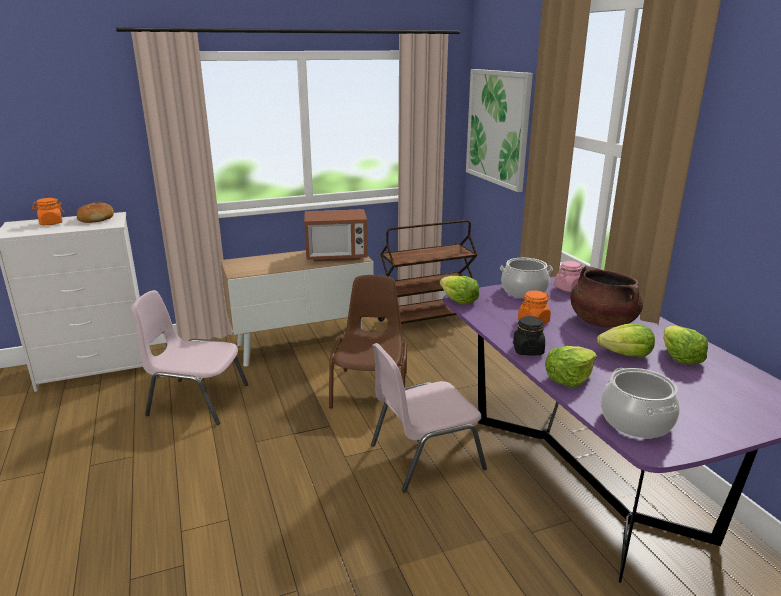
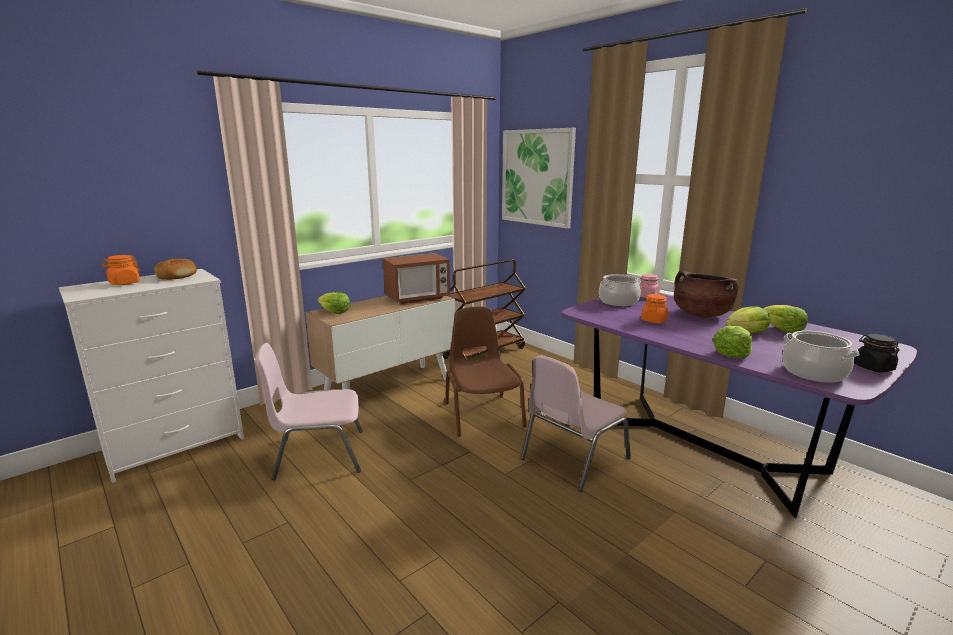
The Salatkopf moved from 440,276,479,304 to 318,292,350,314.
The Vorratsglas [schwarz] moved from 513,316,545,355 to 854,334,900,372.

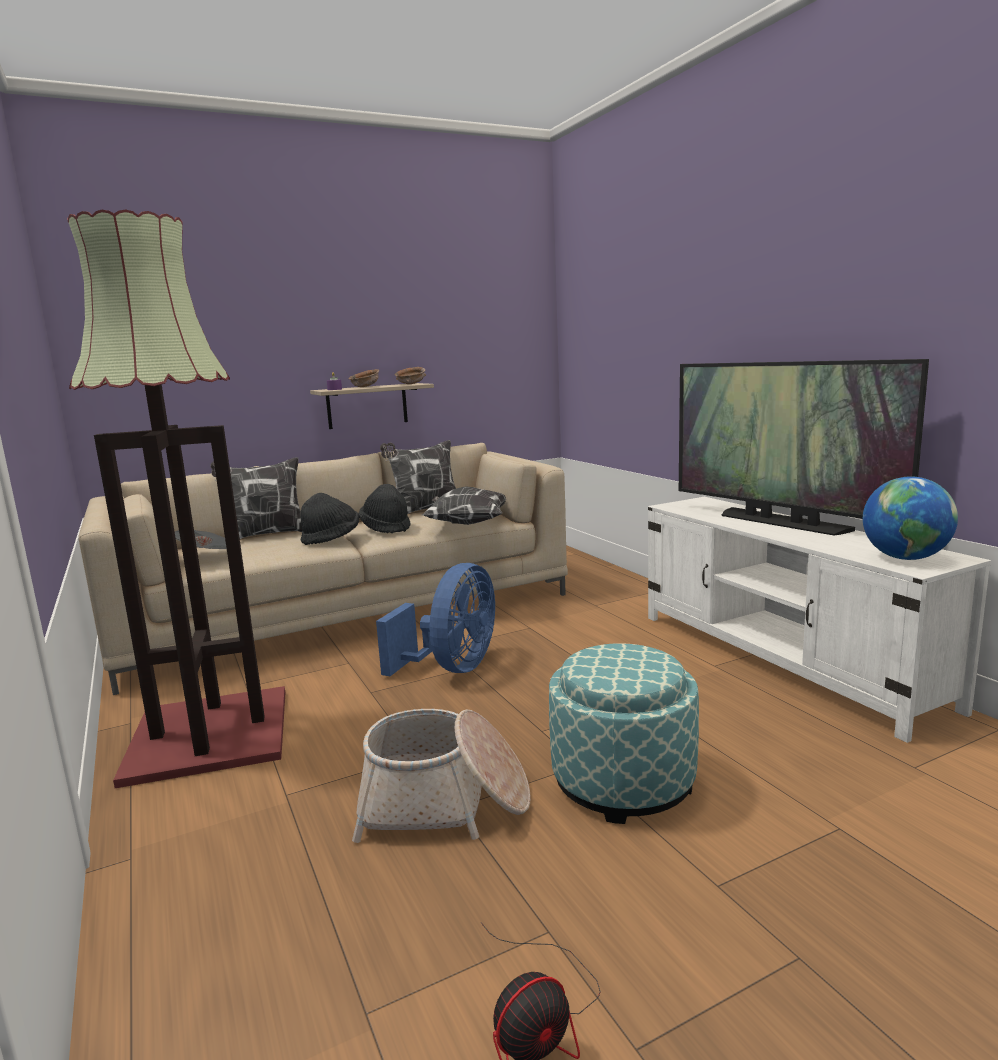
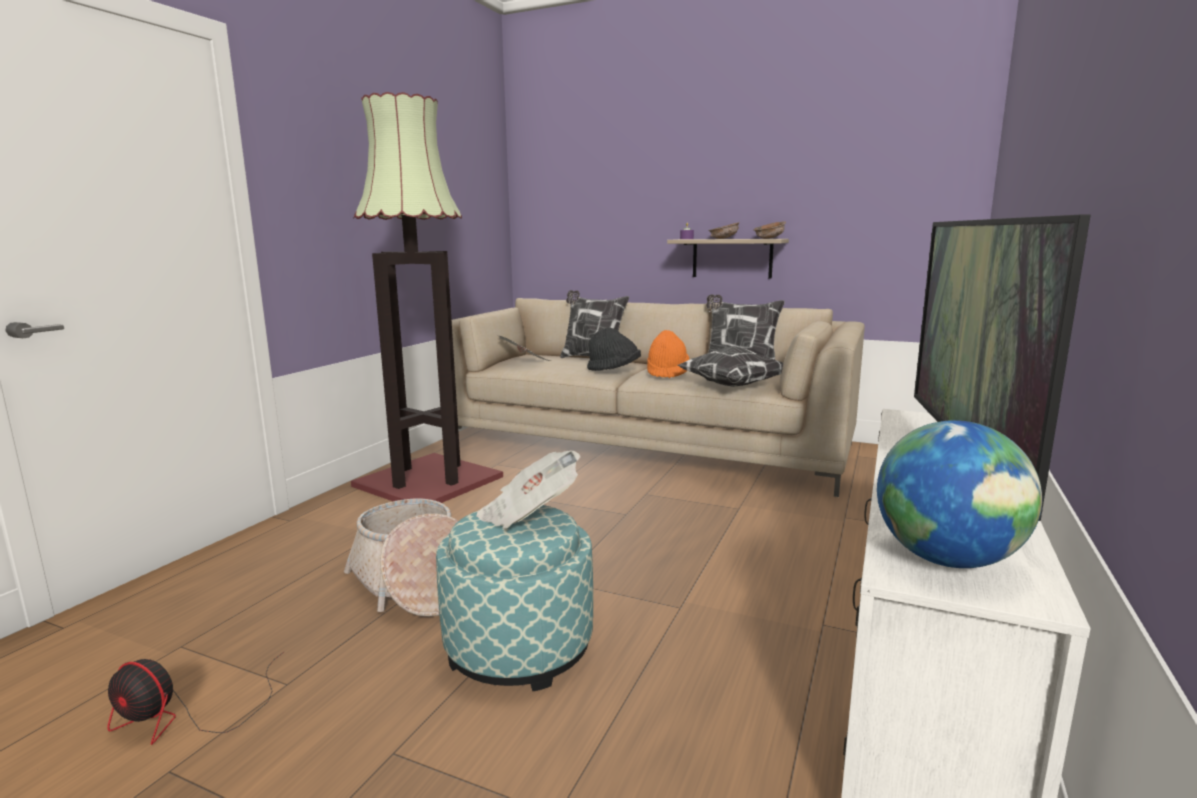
The Hut [schwarz] at 359,484,410,534 became the Hut [orange] at 647,330,689,378.
The Ventilator [blau] at 376,563,495,676 disappeared.
The Zeitung at 476,451,581,529 appeared.

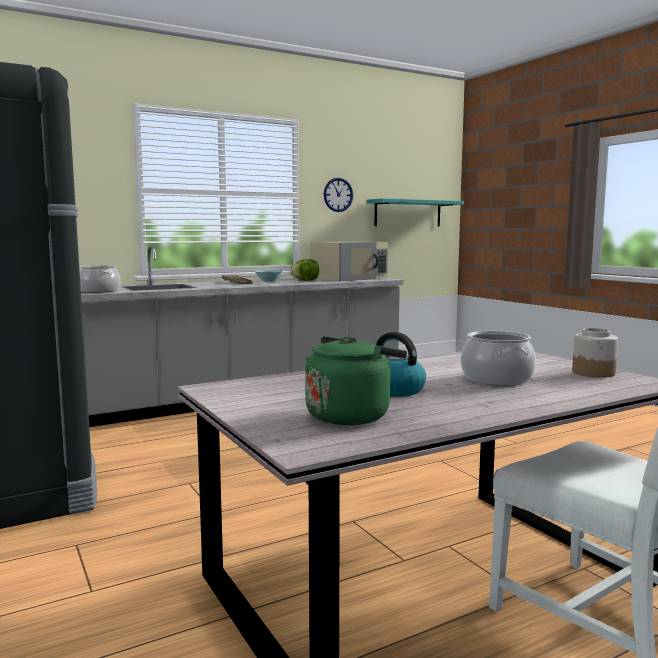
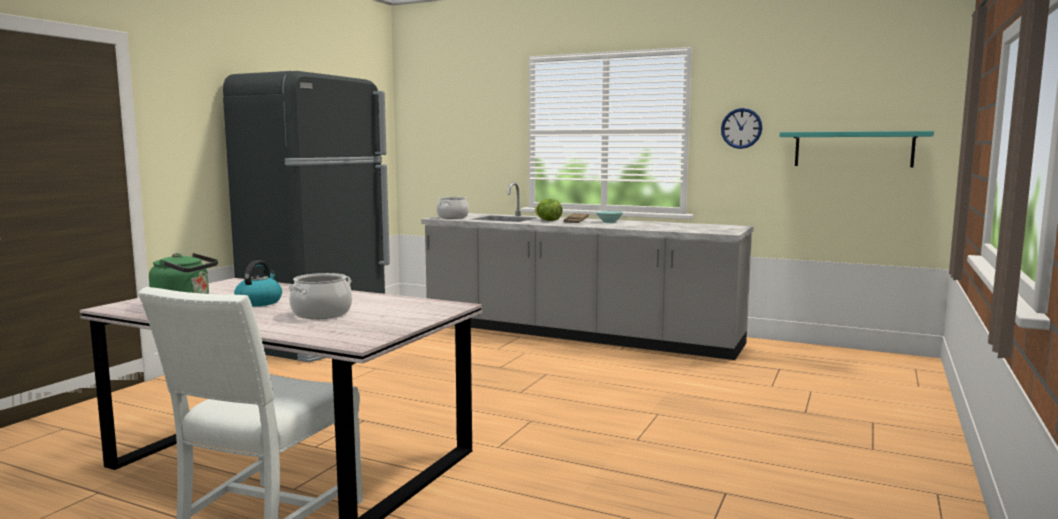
The Mikrowelle [beige] at 310,241,388,282 disappeared.
The Salatkopf moved from 290,259,319,281 to 535,199,563,221.
The Vorratsglas at 572,328,618,378 disappeared.

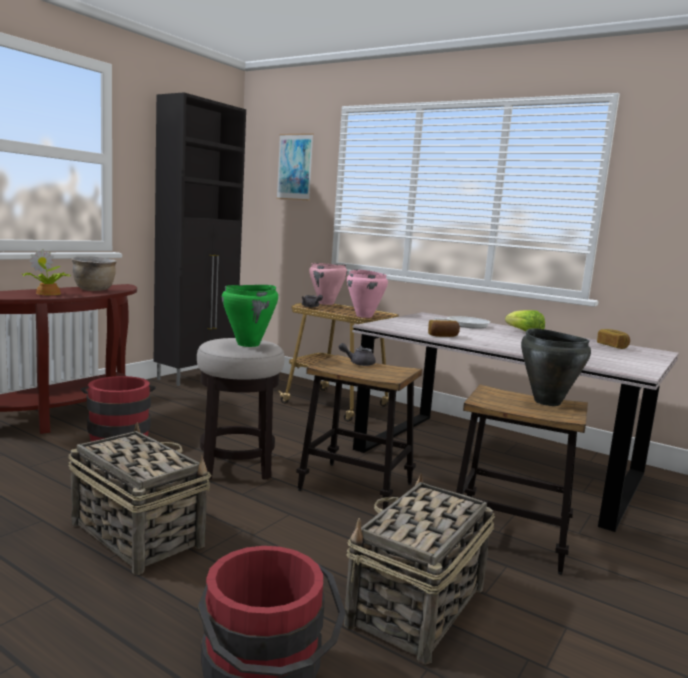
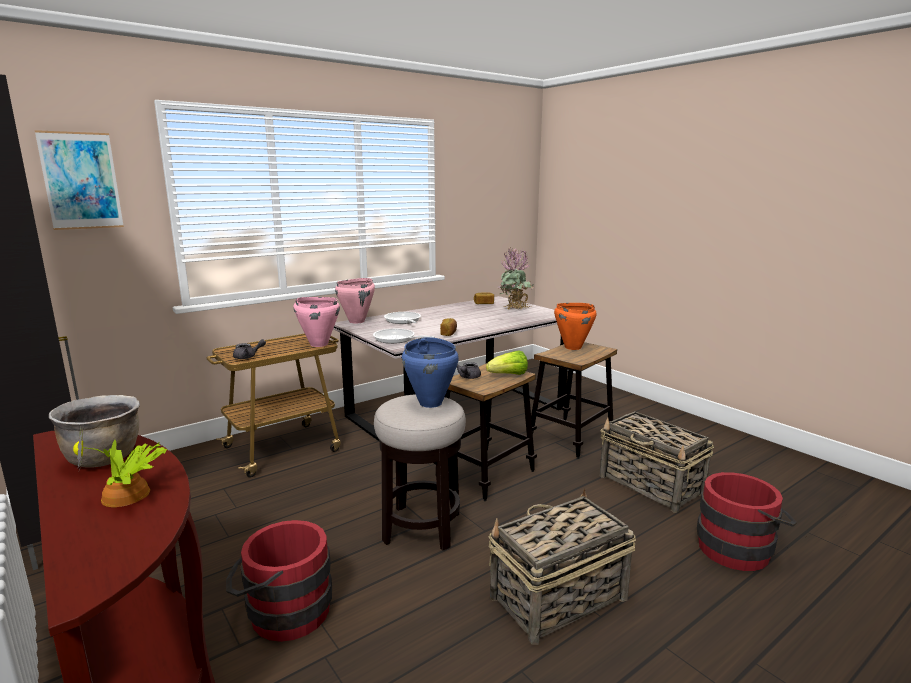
The Kochtopf [rosa] moved from 309,263,347,305 to 335,278,375,324.
The Kochtopf [grün] at 222,285,278,347 became the Kochtopf [blau] at 402,337,459,408.
The Salatkopf moved from 505,310,545,331 to 486,350,528,375.
The Kochtopf [schwarz] at 521,328,591,406 became the Kochtopf [orange] at 554,303,596,350.
The Topfpflanze at 498,248,534,310 appeared.
The Pfanne at 373,329,435,344 appeared.

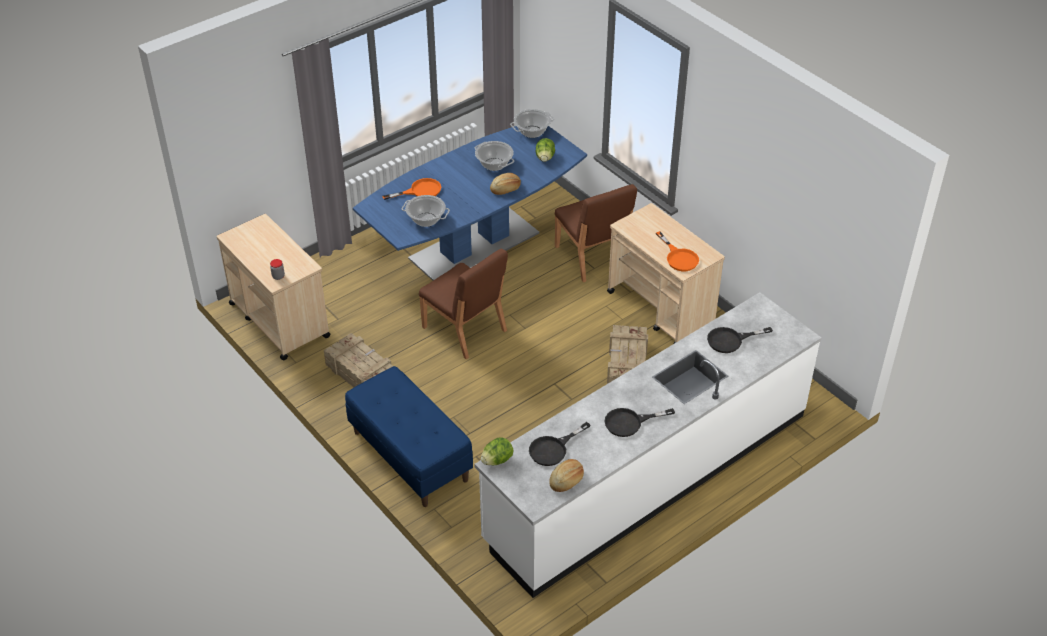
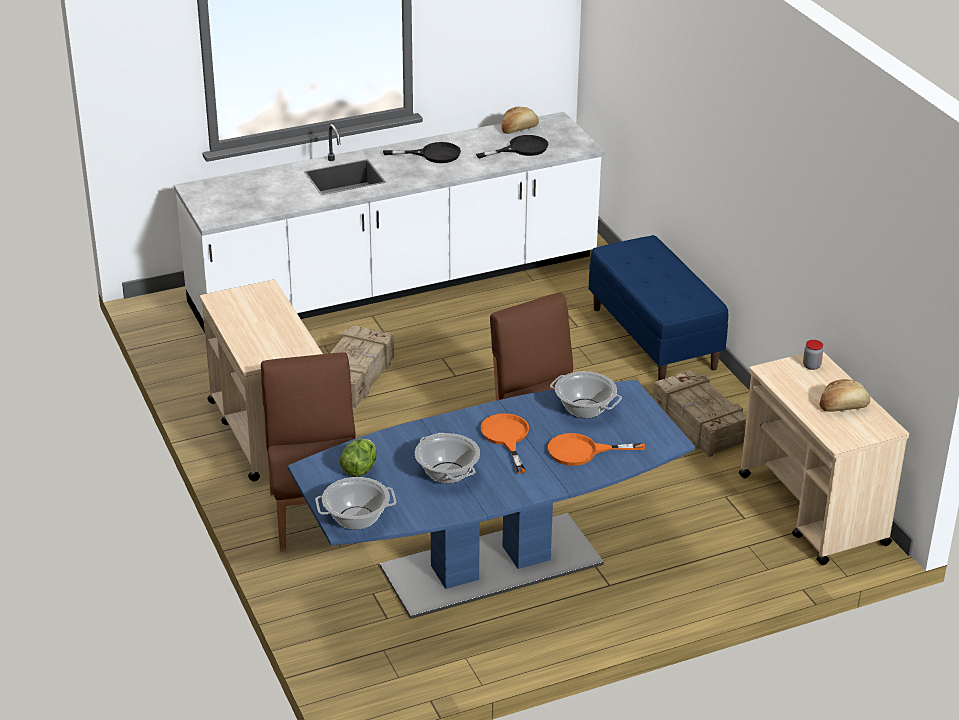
The Brot moved from 490,173,521,195 to 819,379,870,412.
The Pfanne [orange] moved from 656,231,699,271 to 480,413,529,473.
The Pfanne [schwarz] at 707,327,773,353 disappeared.
The Salatkopf at 481,437,514,465 disappeared.

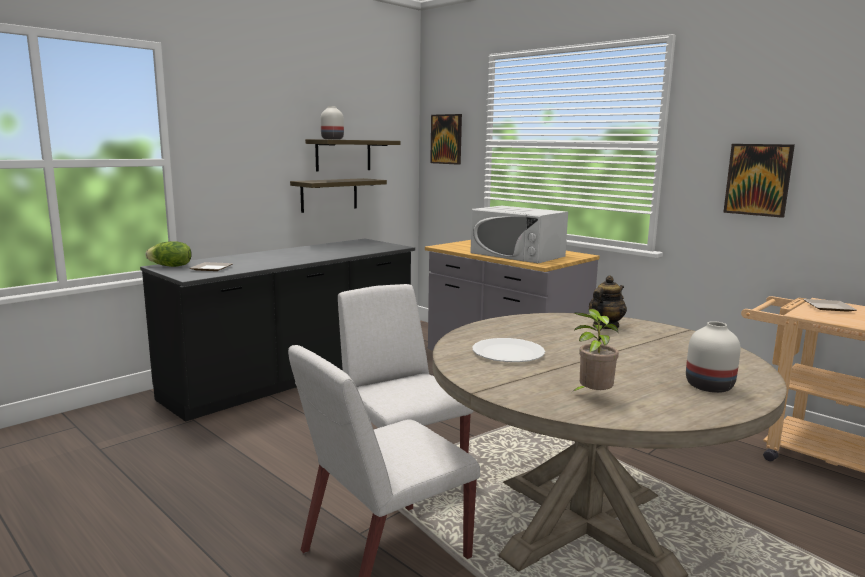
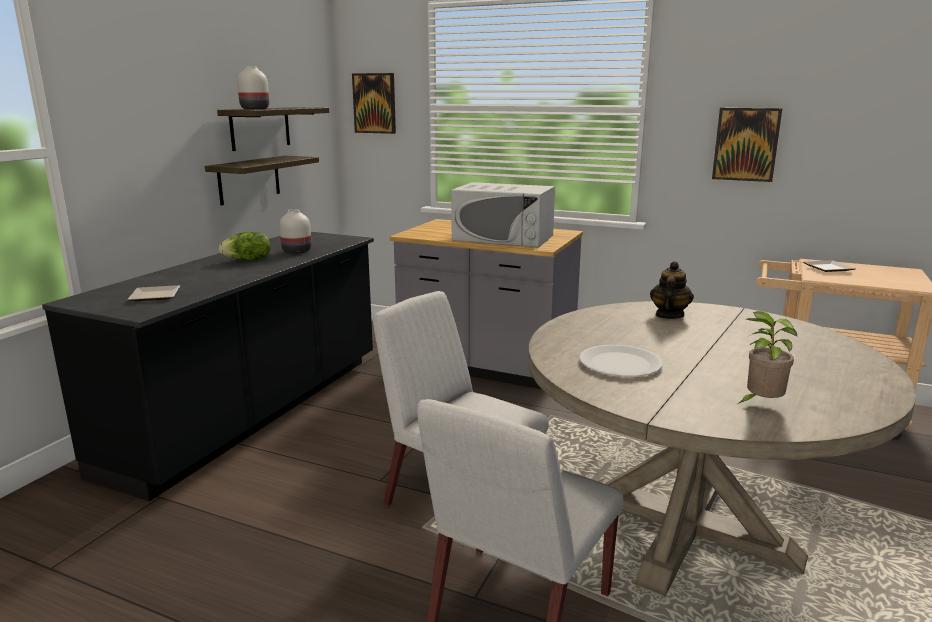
The Salatkopf moved from 146,241,192,267 to 219,231,271,260.
The Vase [weiß] moved from 686,321,741,393 to 279,209,311,254.

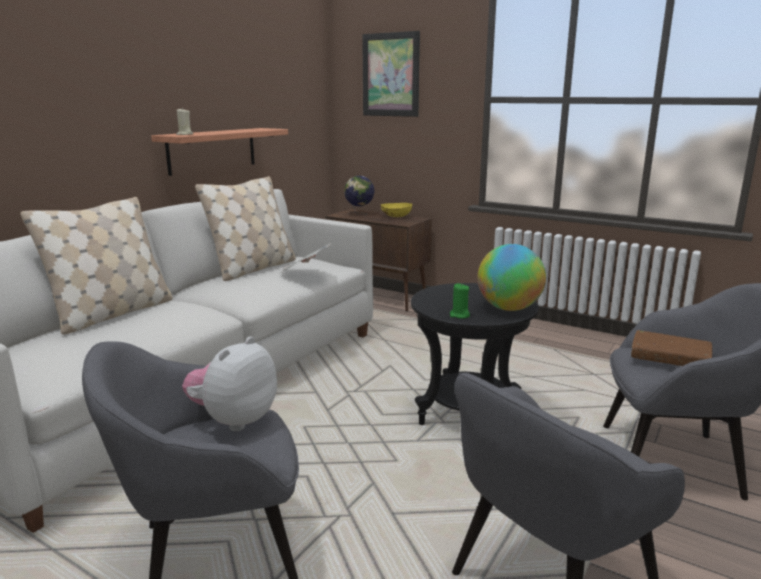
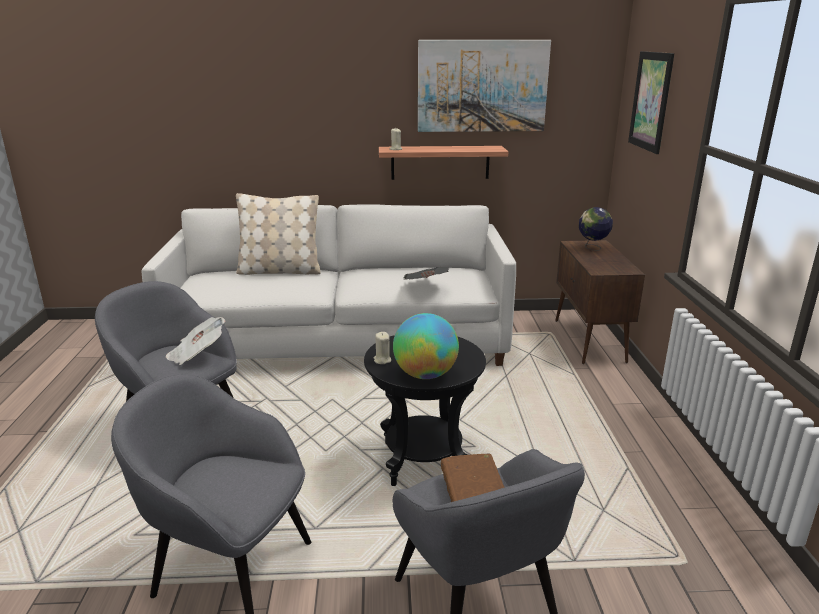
The Kissen [beige] at 195,176,296,281 disappeared.
The Schüssel [gelb] at 380,203,412,217 disappeared.
The Kerze [grün] at 450,283,470,319 became the Kerze [beige] at 374,332,391,364.
The Plüschtier at 182,336,277,431 was replaced by the Zeitung at 166,317,225,365.
The Bild at 418,40,551,132 appeared.

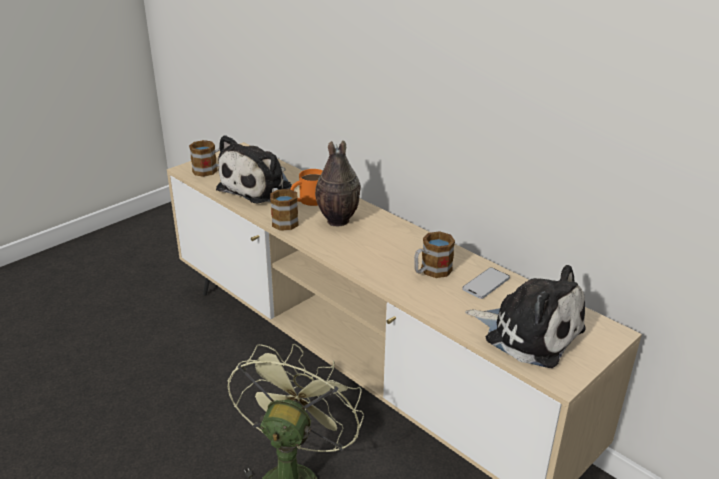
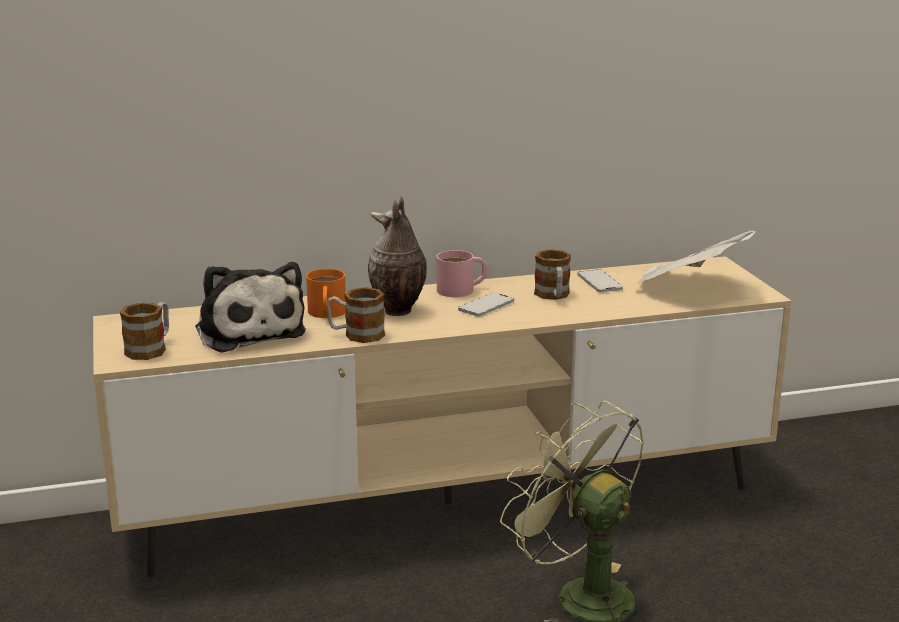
The Plüschtier at 465,265,585,368 was replaced by the Zeitung at 636,230,755,284.
The Henkelbecher [rosa] at 437,250,487,297 appeared.
The Handy at 458,292,514,317 appeared.

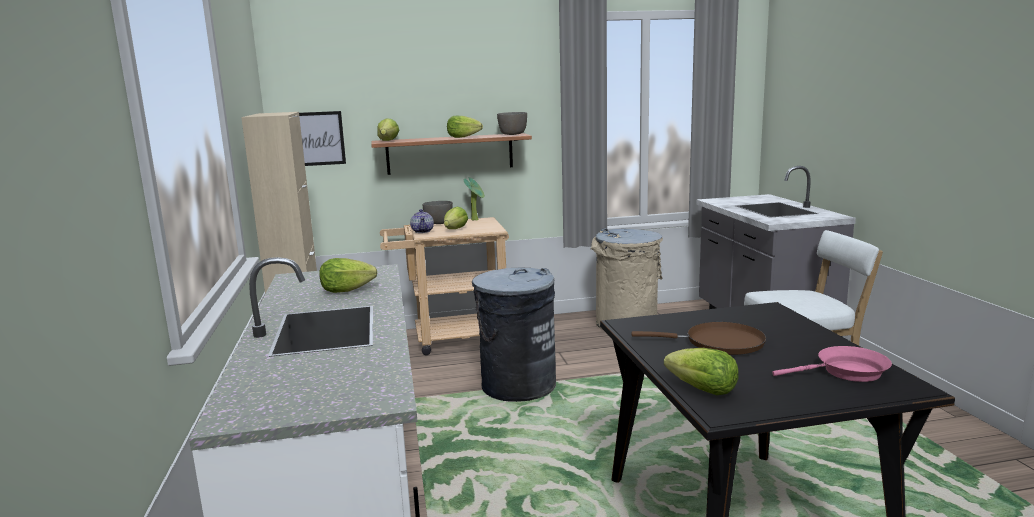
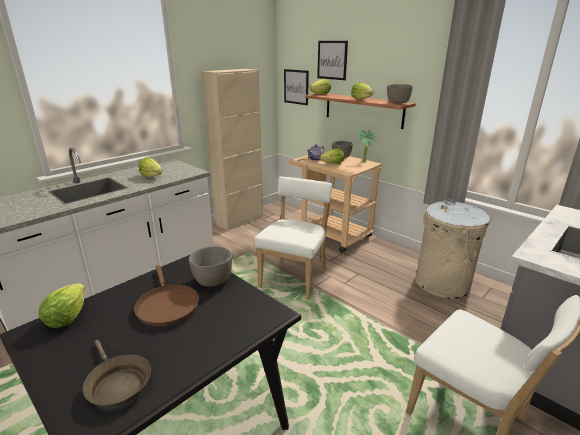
The Mülleimer [grau] at 472,268,556,402 was replaced by the Stuhl [weiß] at 254,177,333,300.
The Pfanne [rosa] at 772,346,892,382 became the Pfanne [braun] at 83,340,151,408.
The Bild at 317,41,348,80 appeared.
The Schüssel [grau] at 189,246,232,287 appeared.

